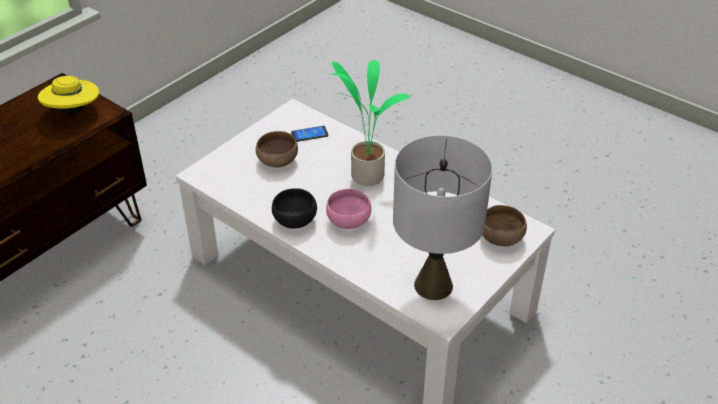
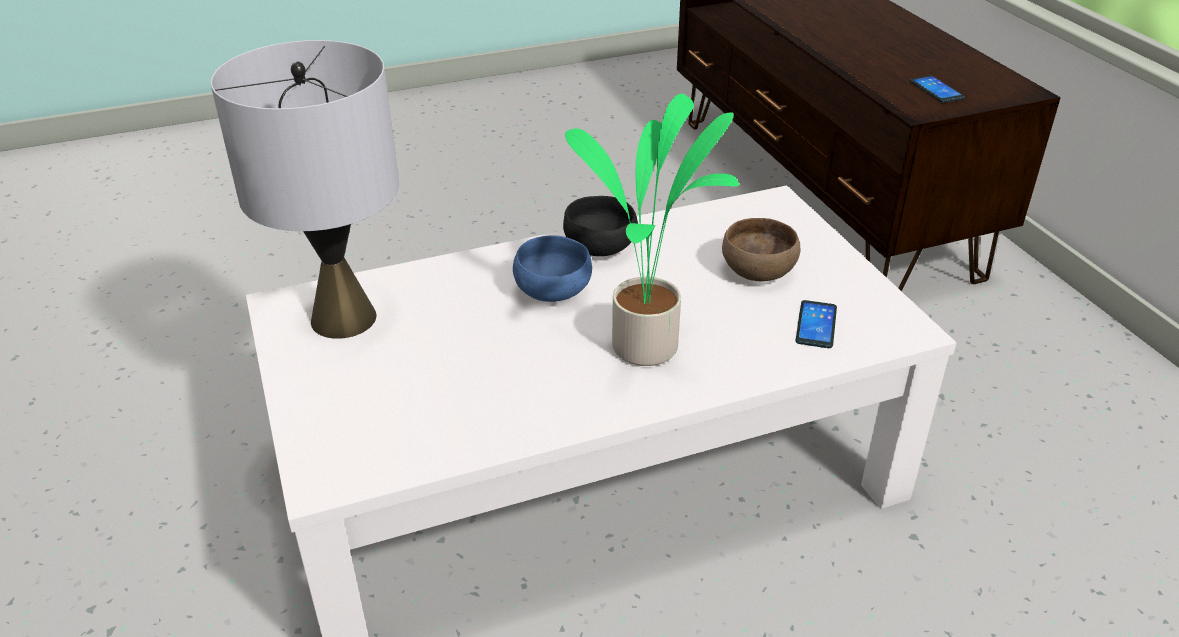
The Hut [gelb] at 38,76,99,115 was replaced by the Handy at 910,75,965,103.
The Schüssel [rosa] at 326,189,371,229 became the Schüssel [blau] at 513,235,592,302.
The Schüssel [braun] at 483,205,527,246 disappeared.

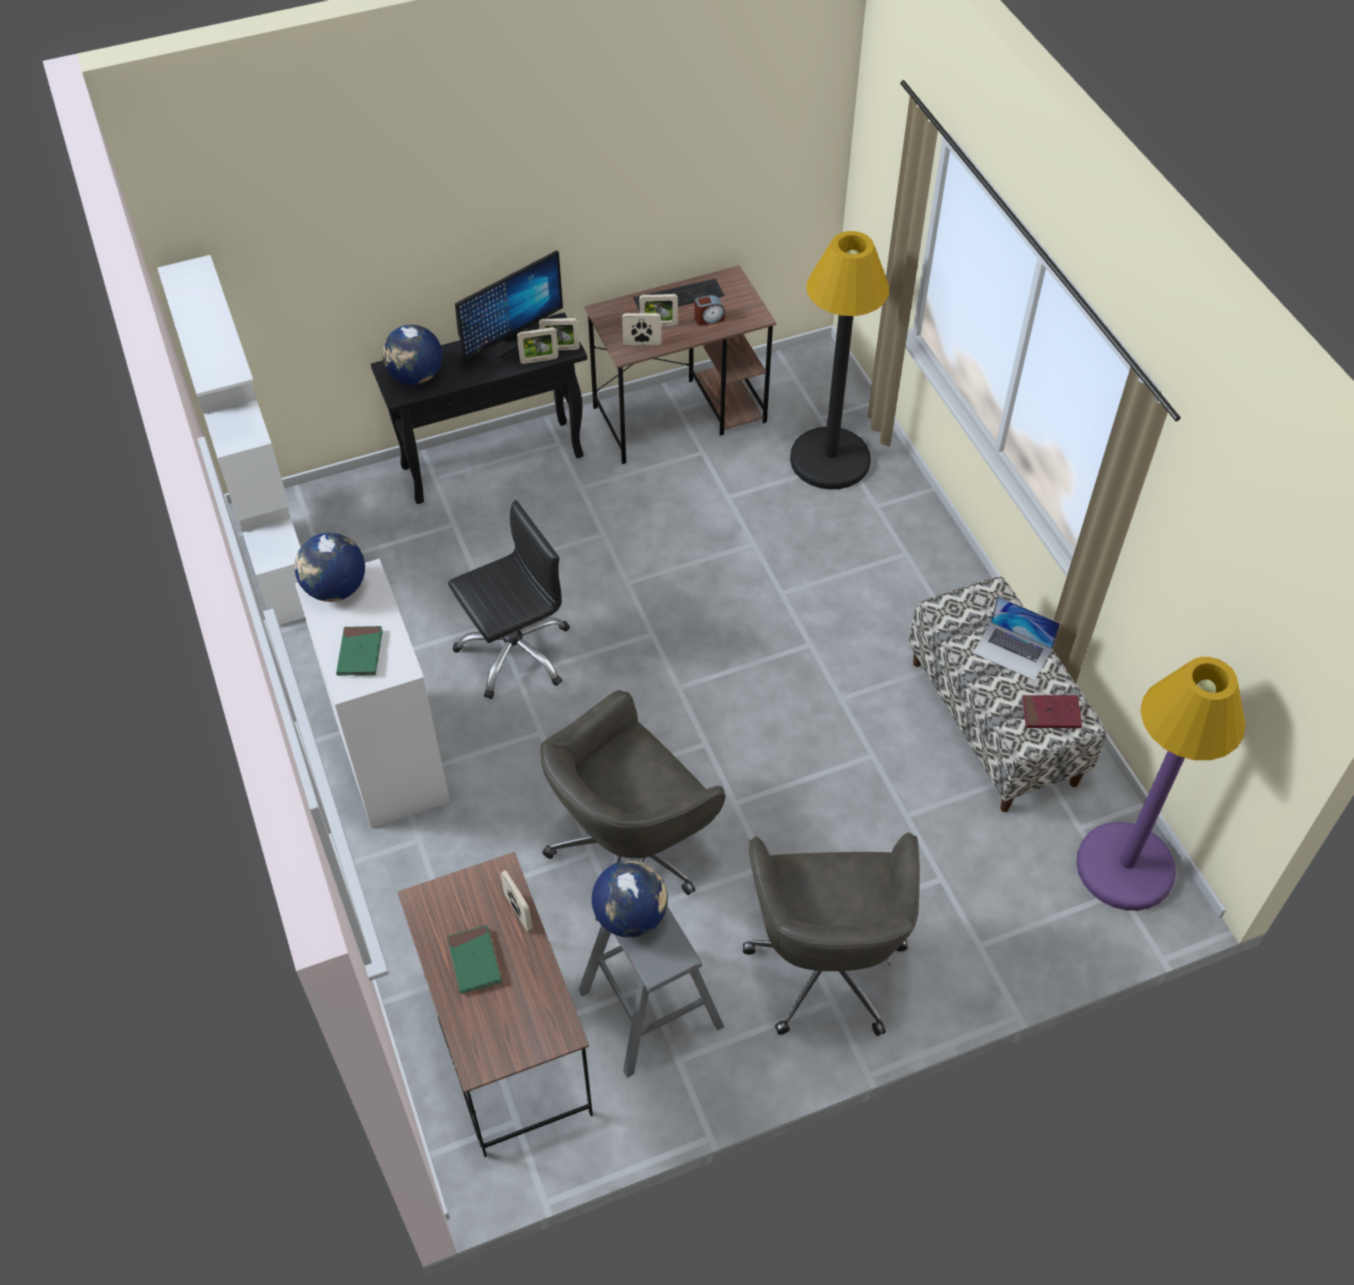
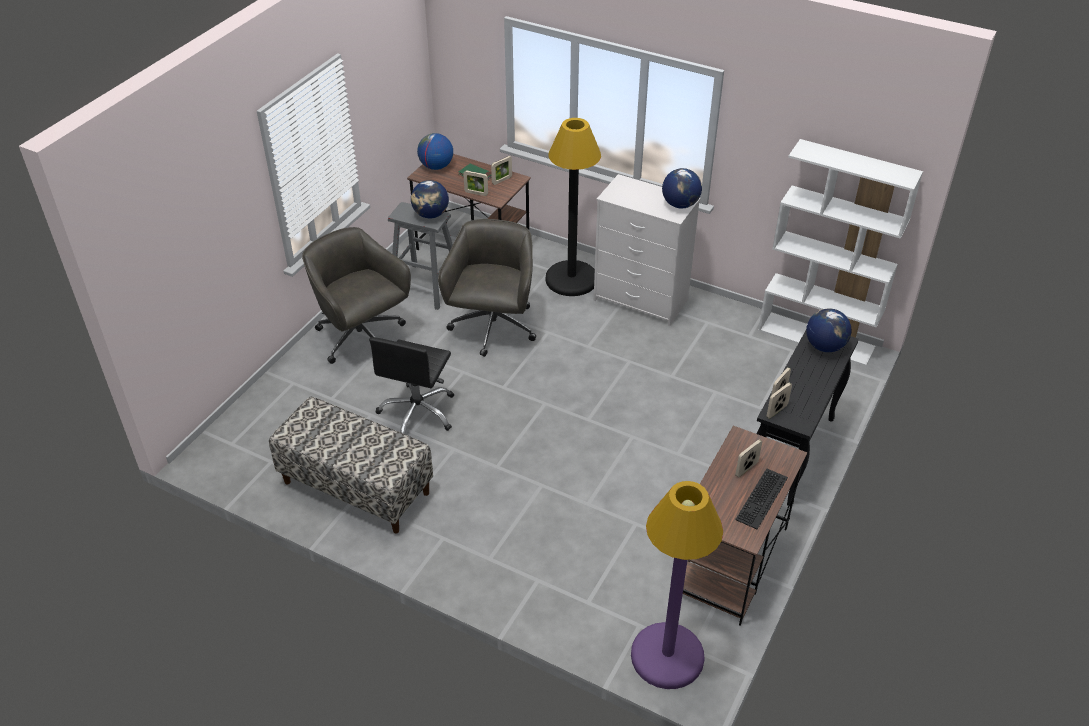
The Stehlampe [schwarz] moved from 790,231,889,490 to 545,118,601,296.
The Monitor at 455,250,563,361 disappeared.
The Wecker at 694,295,725,326 disappeared.
The Bilderrahmen moved from 622,313,661,345 to 491,156,512,185.
The Bürostuhl [schwarz] moved from 448,500,570,699 to 369,337,454,435.
The Laptop at 973,596,1060,680 disappeared.
The Buch [grün] at 336,626,383,676 disappeared.
The Stehlampe [lila] moved from 1076,657,1246,911 to 631,481,723,689.
The Buch [rot] at 1022,695,1082,728 disappeared.
The Globus at 417,133,453,170 appeared.

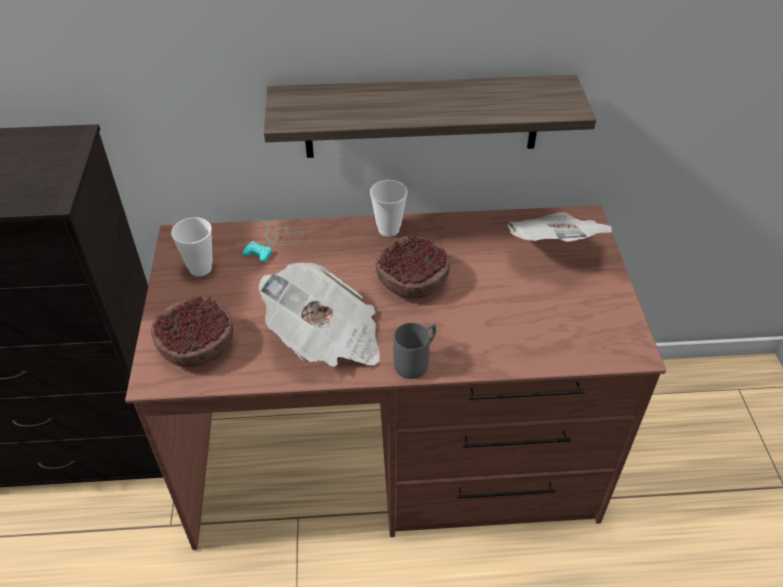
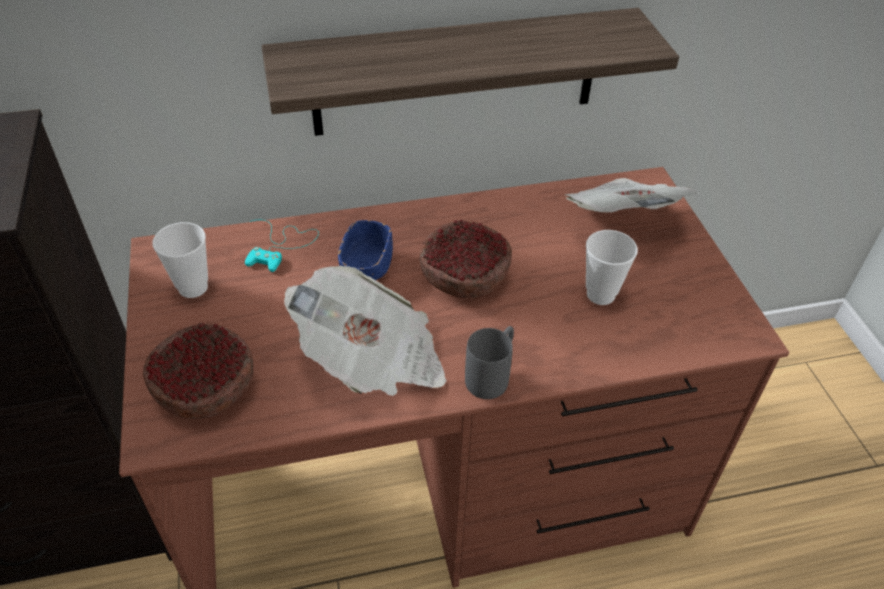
The Tasse moved from 370,180,408,237 to 586,230,638,305.
The Schüssel [blau] at 338,220,393,280 appeared.

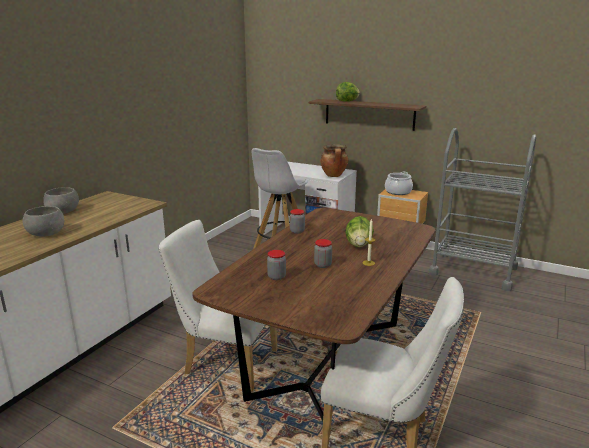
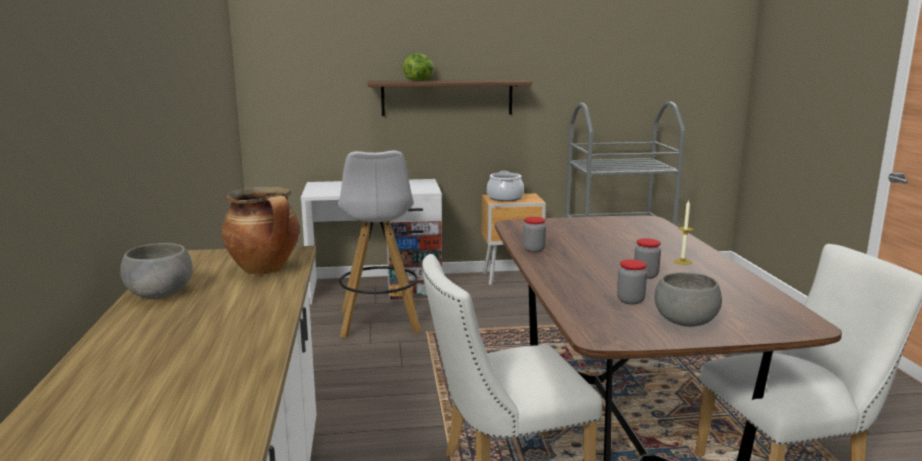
The Kochtopf moved from 320,144,348,177 to 222,187,299,275.
The Schüssel [grau] moved from 23,206,64,237 to 654,272,722,327.
The Salatkopf at 345,216,374,247 disappeared.

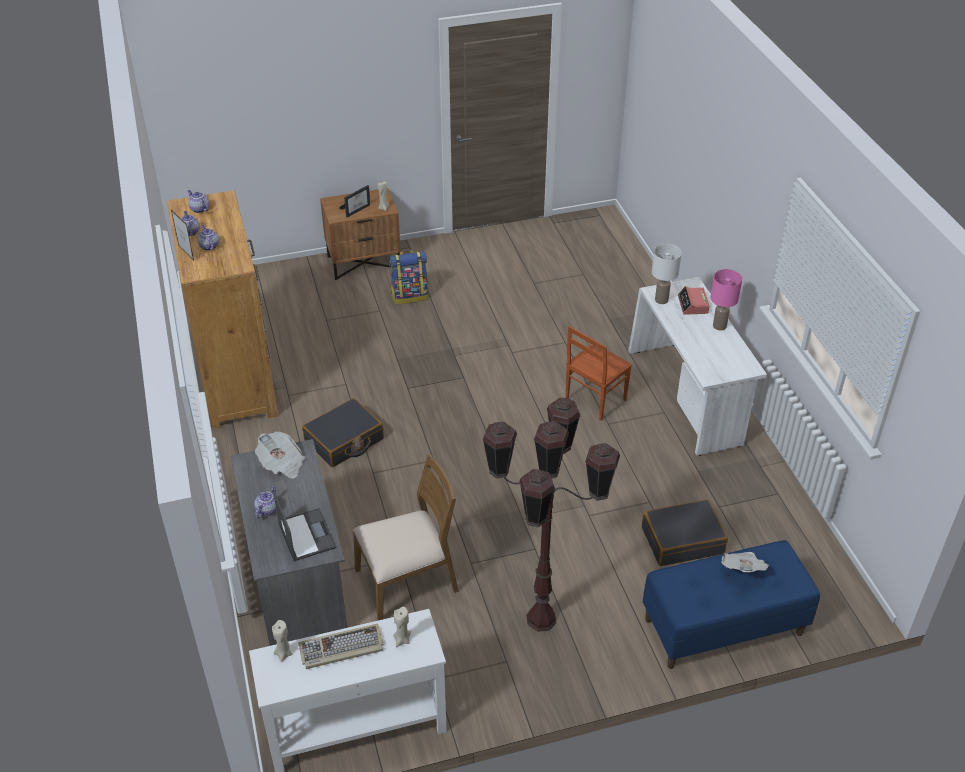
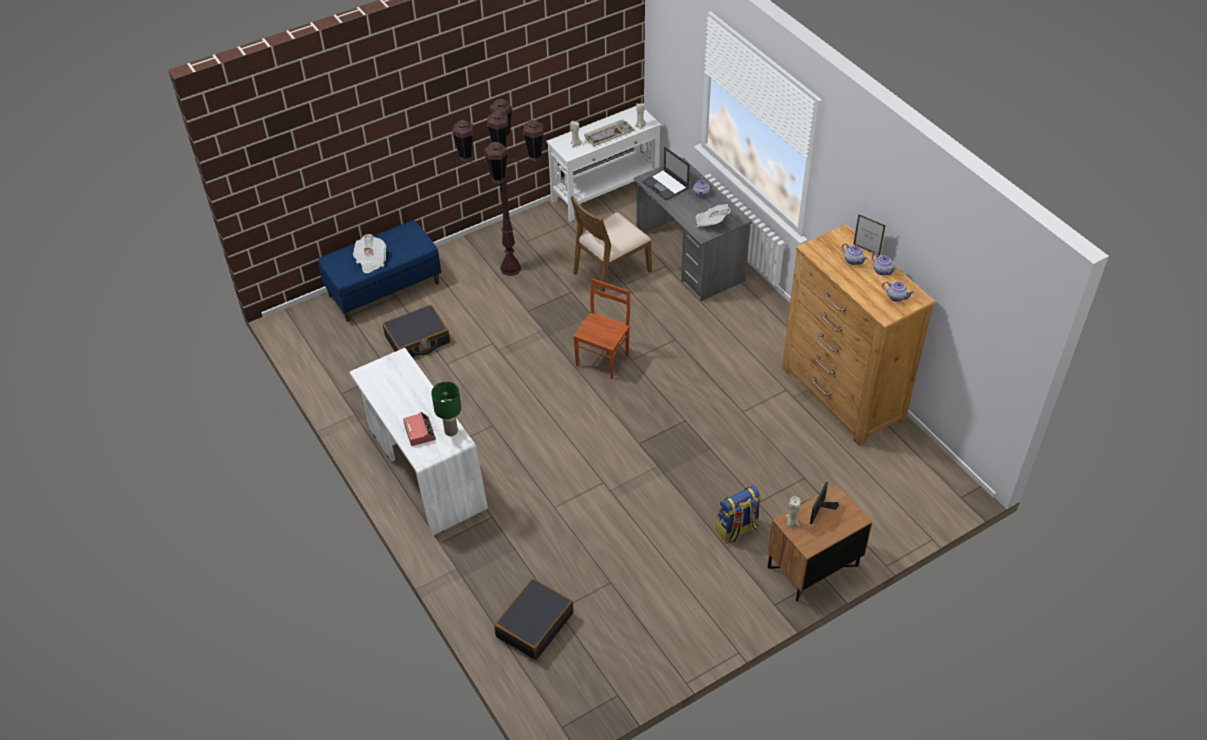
The Tischlampe [weiß] at 652,244,682,304 became the Tischlampe [grün] at 431,382,461,436.
The Tischlampe [rosa] at 711,269,742,330 disappeared.
The Stuhl [braun] moved from 566,326,632,421 to 573,278,630,379.
The Koffer [schwarz] moved from 302,398,384,467 to 494,578,573,660.

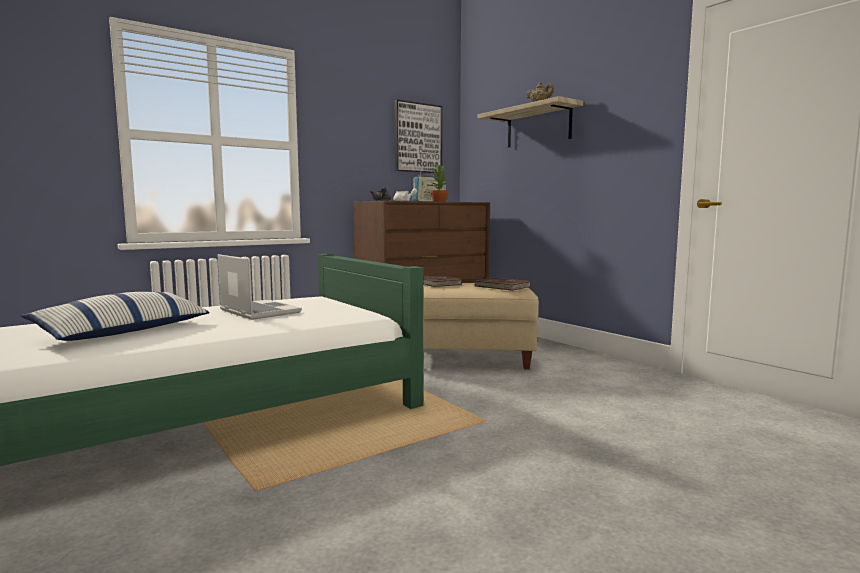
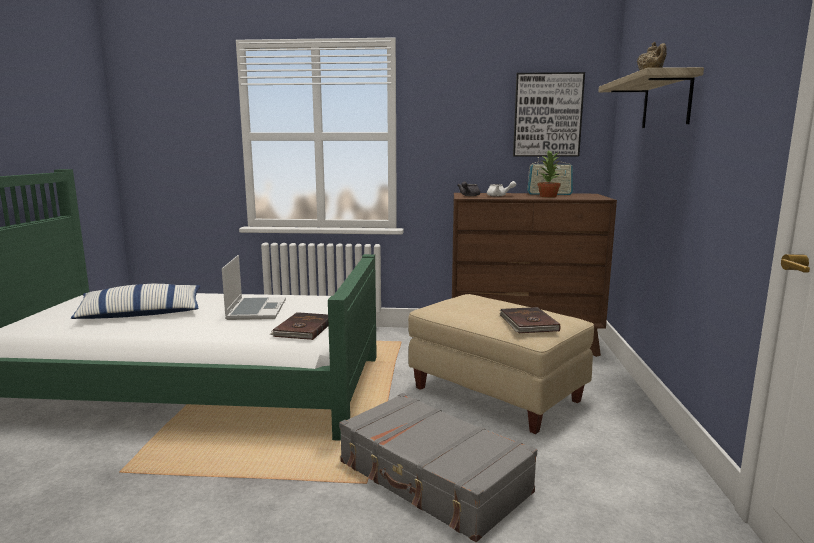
The Buch [braun] moved from 423,275,462,287 to 269,312,328,340.
The Koffer [grau] at 339,393,537,542 appeared.

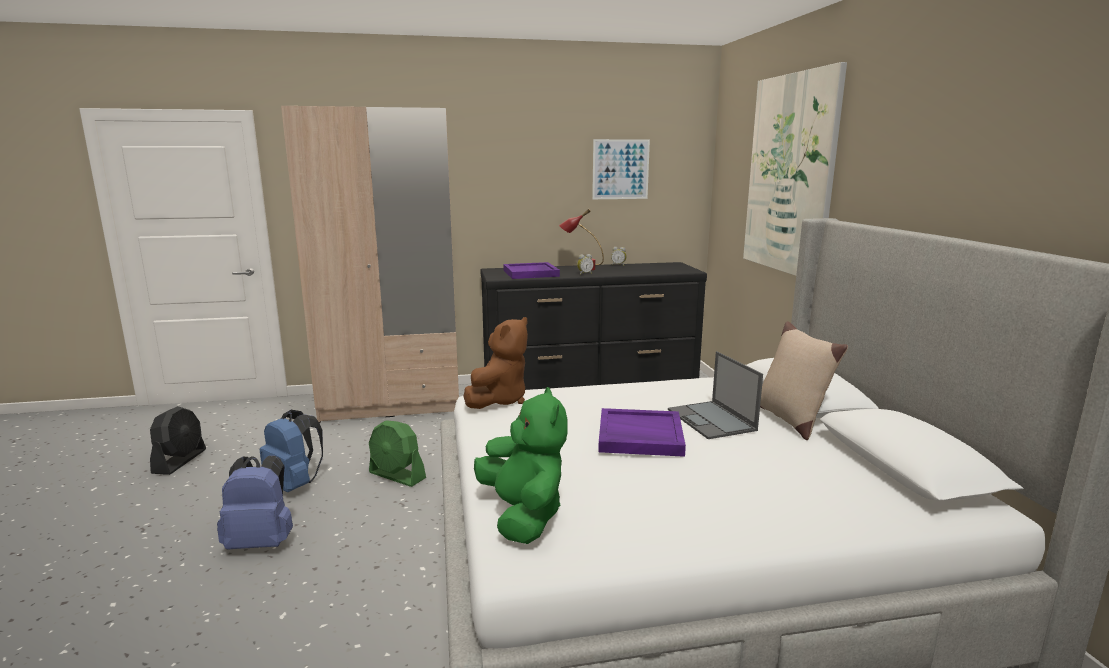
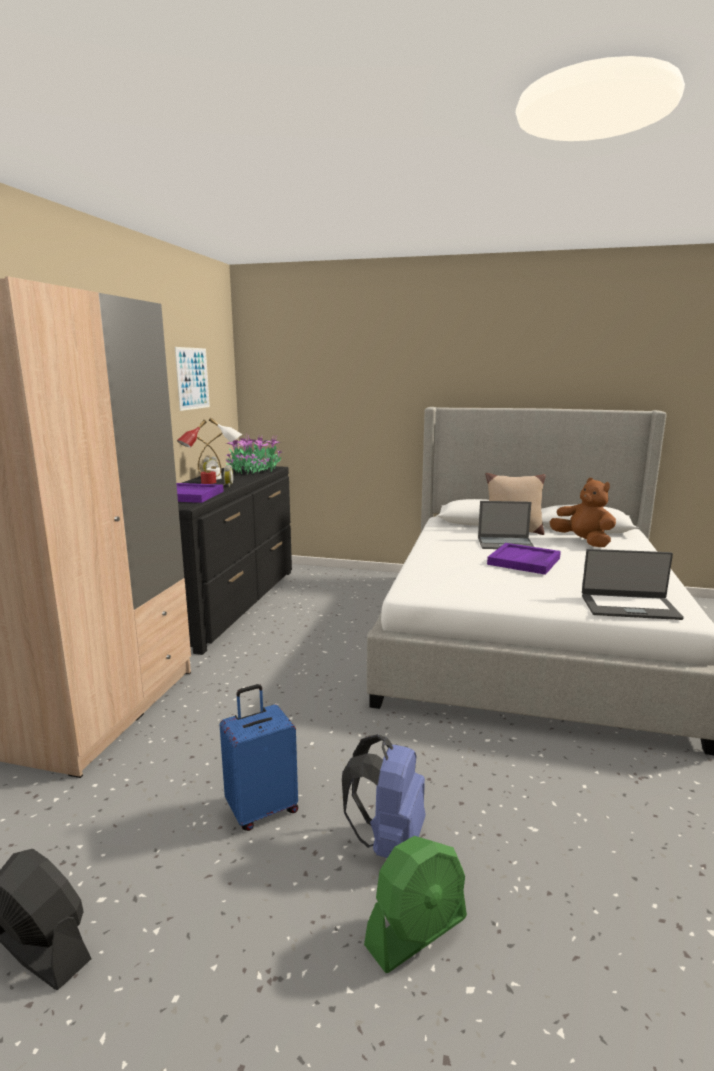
The Bild at 743,62,847,276 disappeared.
The Plüschtier [braun] moved from 463,317,528,409 to 550,478,616,547.
The Plüschtier [grün] at 474,387,568,544 was replaced by the Laptop at 582,549,684,620.
The Rucksack [blau] at 260,410,323,492 was replaced by the Koffer [blau] at 220,684,298,831.
The Ventilator [grün] moved from 369,420,426,487 to 364,836,467,973.
The Tischlampe [weiß] at 198,418,242,480 appeared.
The Topfpflanze at 225,434,282,475 appeared.

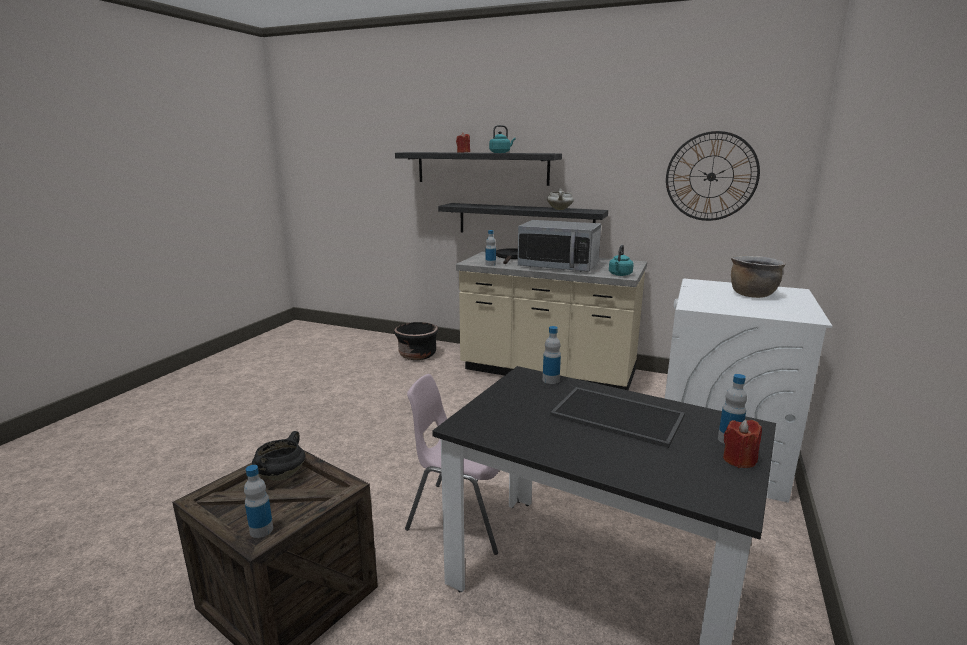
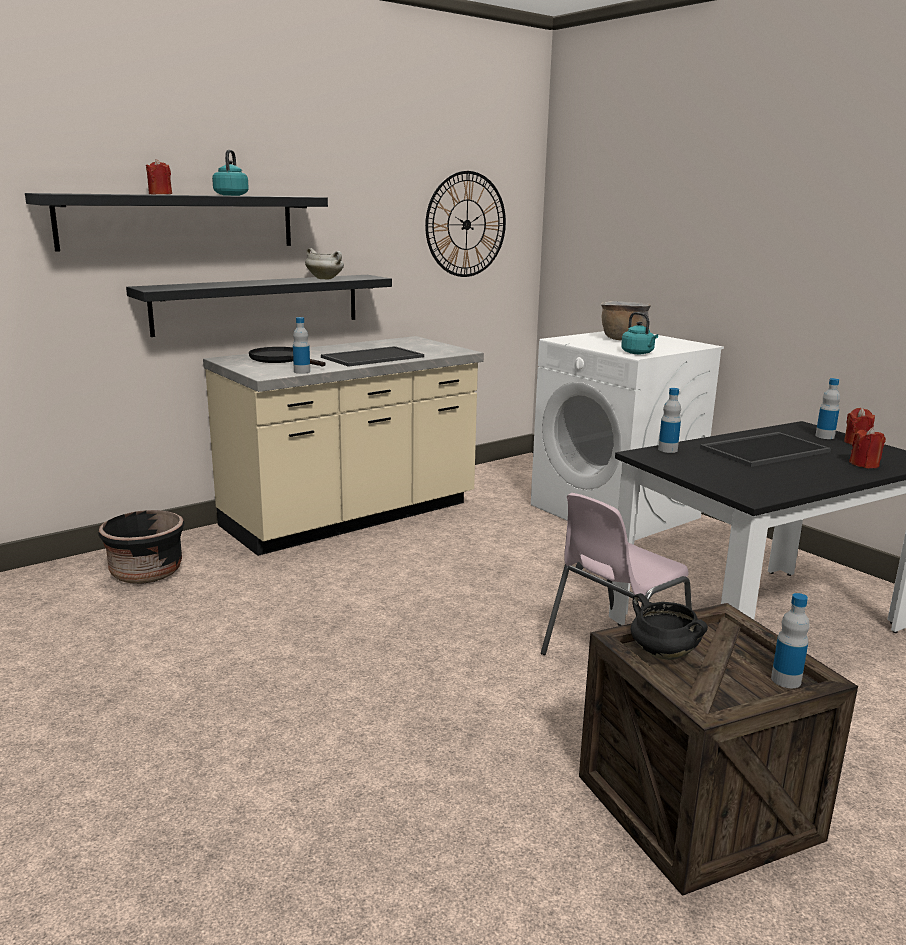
The Mikrowelle at 517,220,601,272 was replaced by the Tablett at 321,346,424,367.
The Wasserkessel [türkis] moved from 609,245,634,276 to 621,312,658,354.
The Kerze [rot] at 849,427,886,468 appeared.

